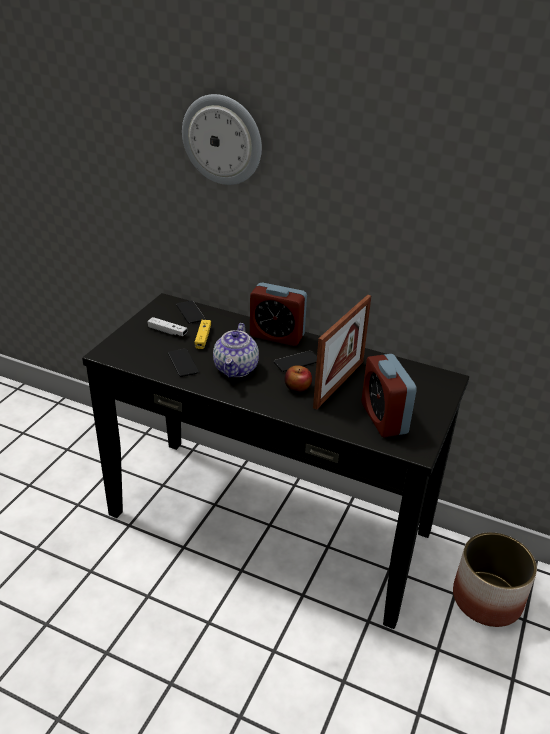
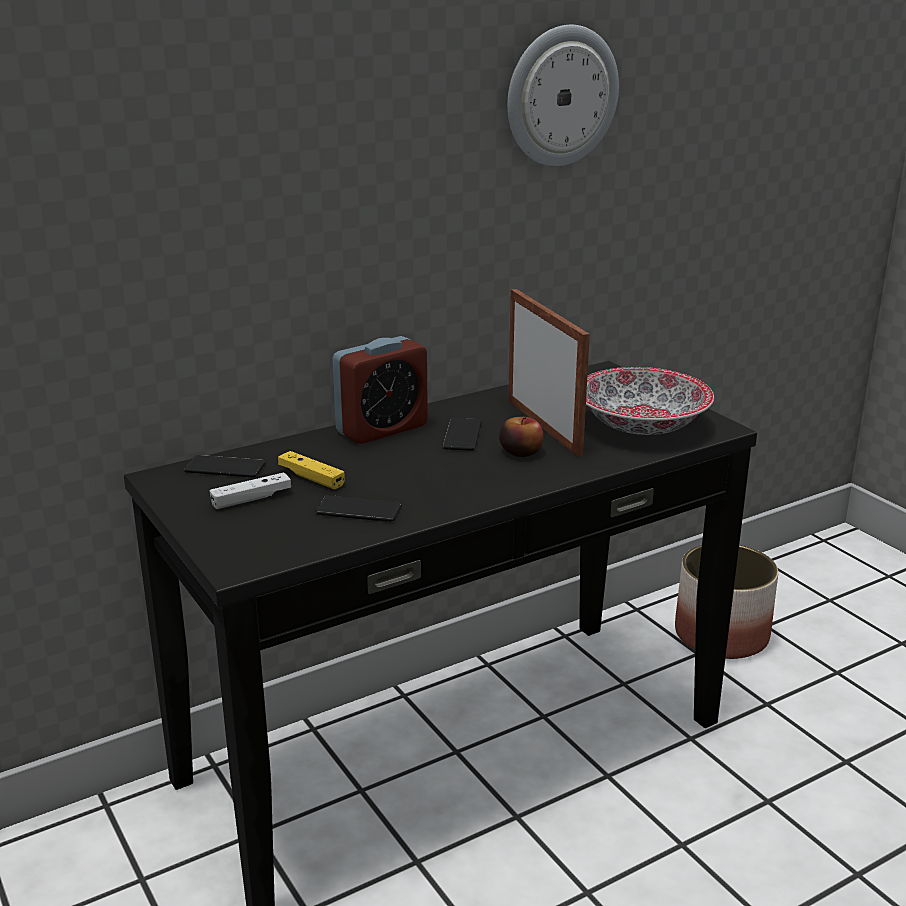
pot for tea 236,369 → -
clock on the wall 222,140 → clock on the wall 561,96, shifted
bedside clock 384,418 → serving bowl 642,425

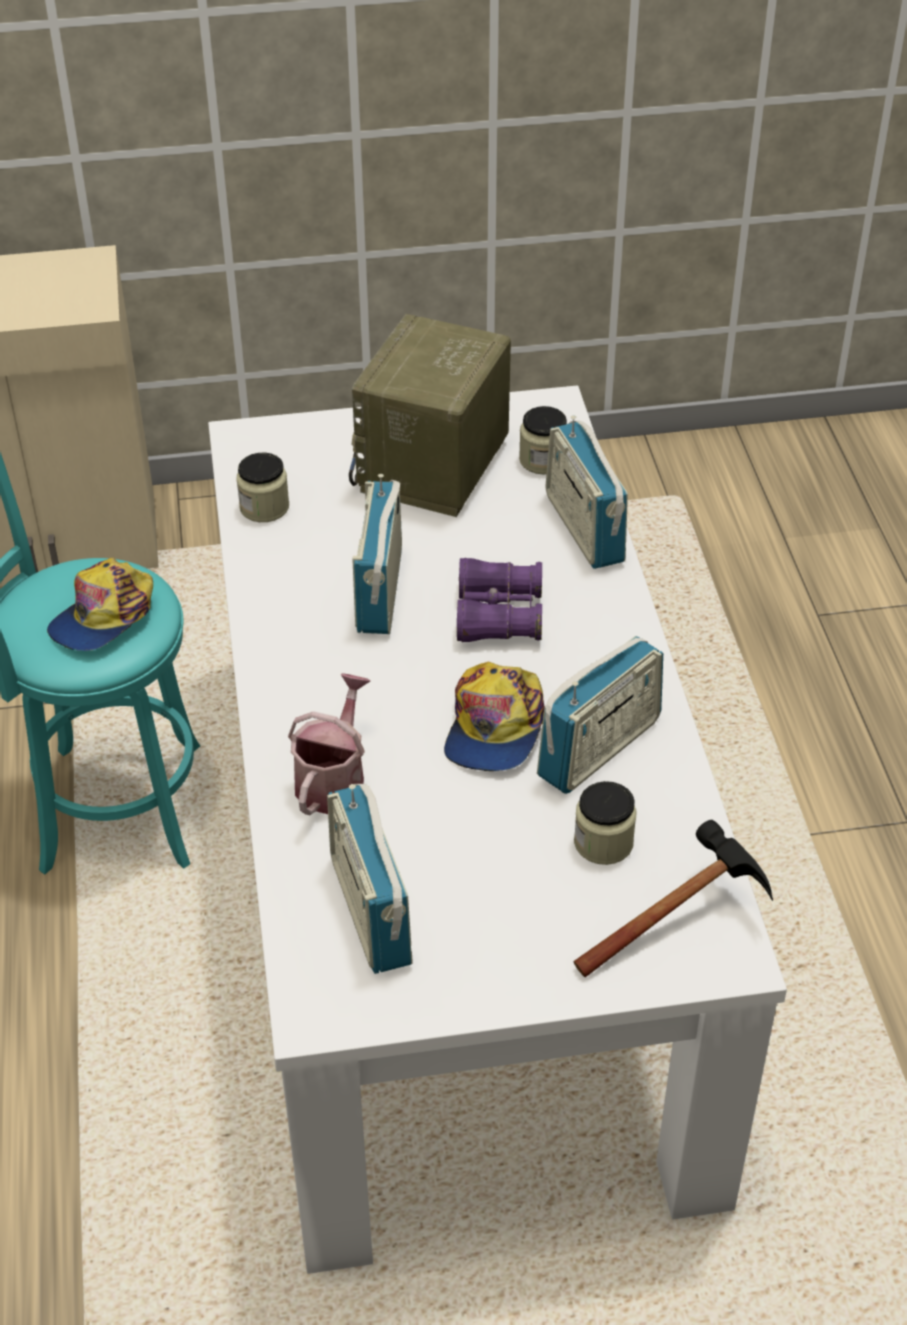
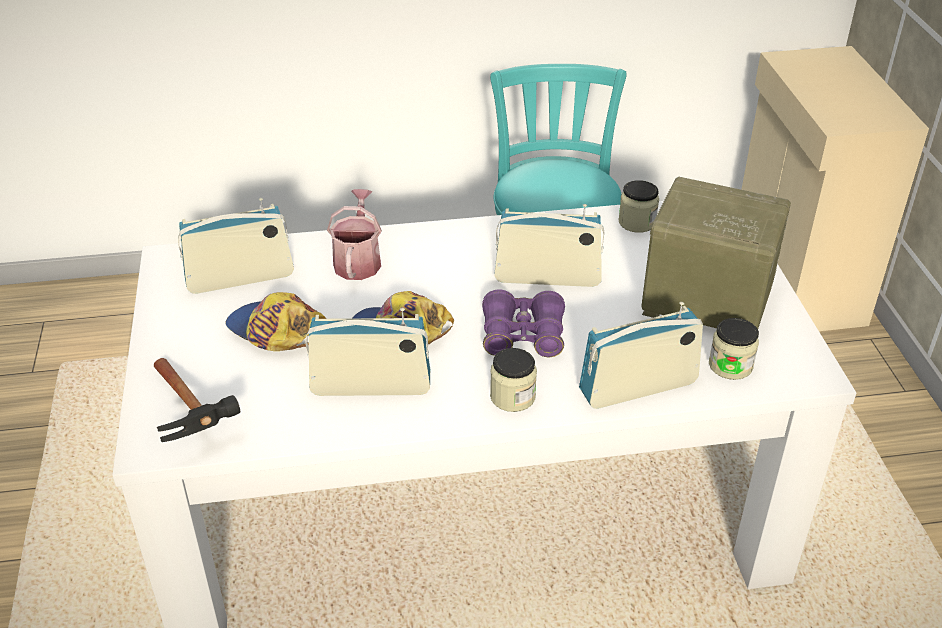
baseball cap 104,616 → baseball cap 276,331, shifted
preserve jar 603,842 → preserve jar 512,397, shifted
watering can 333,778 → watering can 358,260, 105 degrees counterclockwise
radio 599,748 → radio 371,386, 135 degrees clockwise

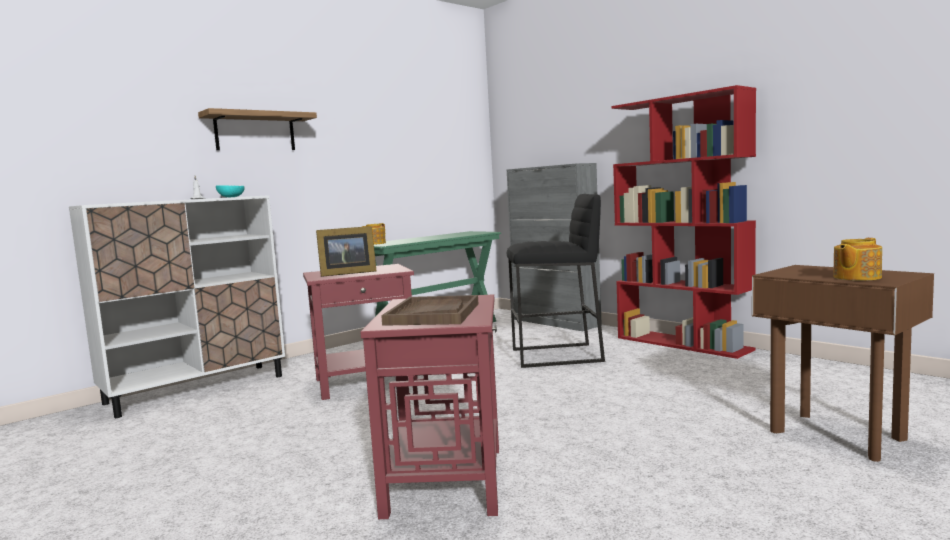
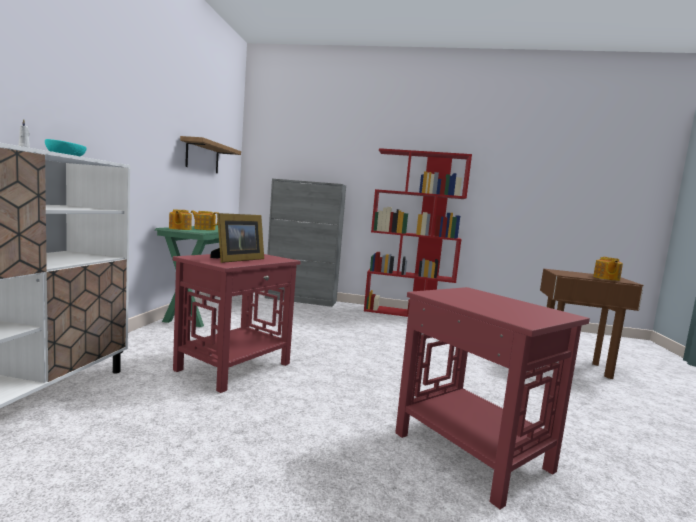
brownish carrying tray 433,314 → -
blackish stool seat 556,356 → -
- → pot for tea 204,229
shelf 255,132 → shelf 202,157, shifted

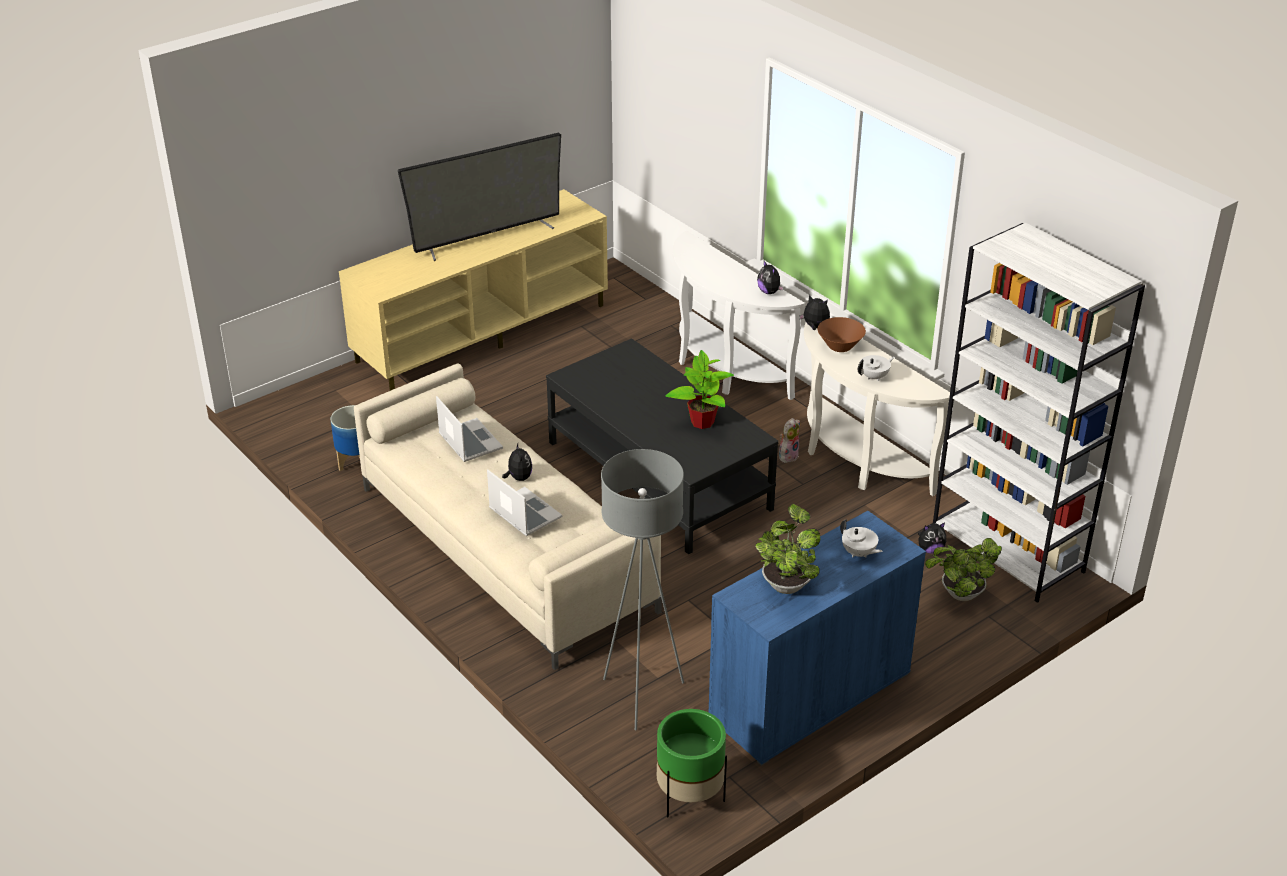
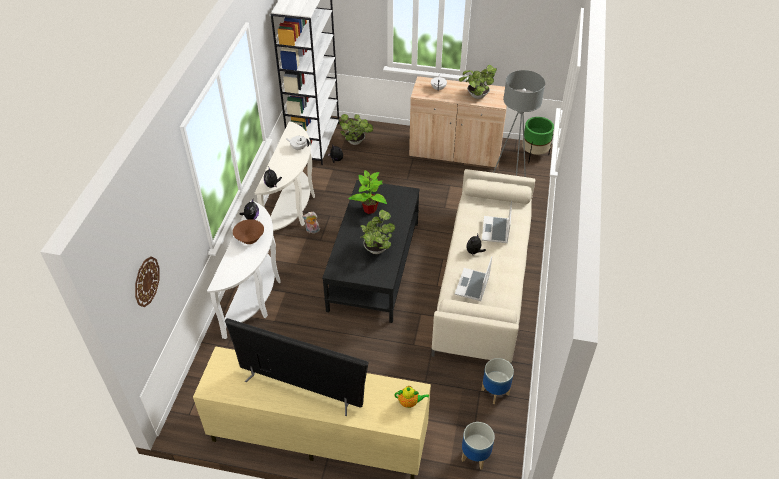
- → clock on the wall 146,281
- → plant in a pot 377,248
- → pot for tea 409,402
- → flower pot 474,456
brownish serving bowl 840,346 → brownish serving bowl 250,239, shifted
bluish cabinet 809,696 → sand-coloured cabinet 455,152

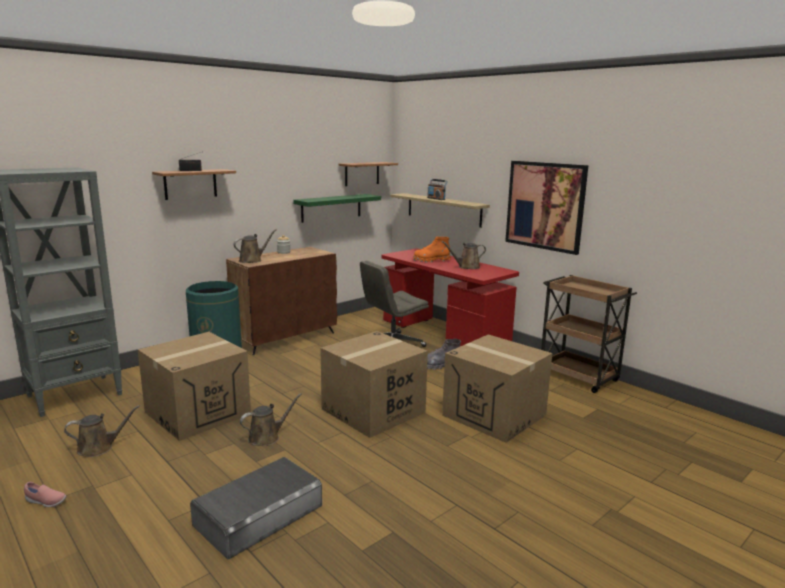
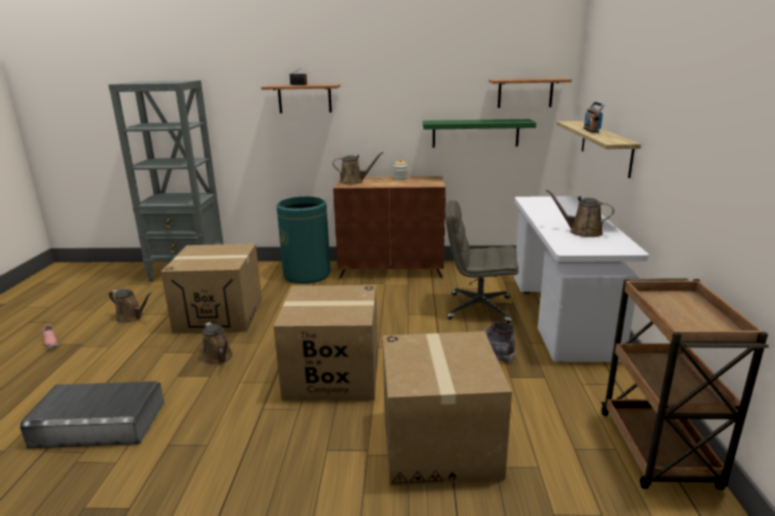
orangey boot 431,260 → -
picture 545,206 → -
red desk 443,333 → whitish desk 561,315
brownish watering can 267,437 → brownish watering can 219,358, 45 degrees clockwise

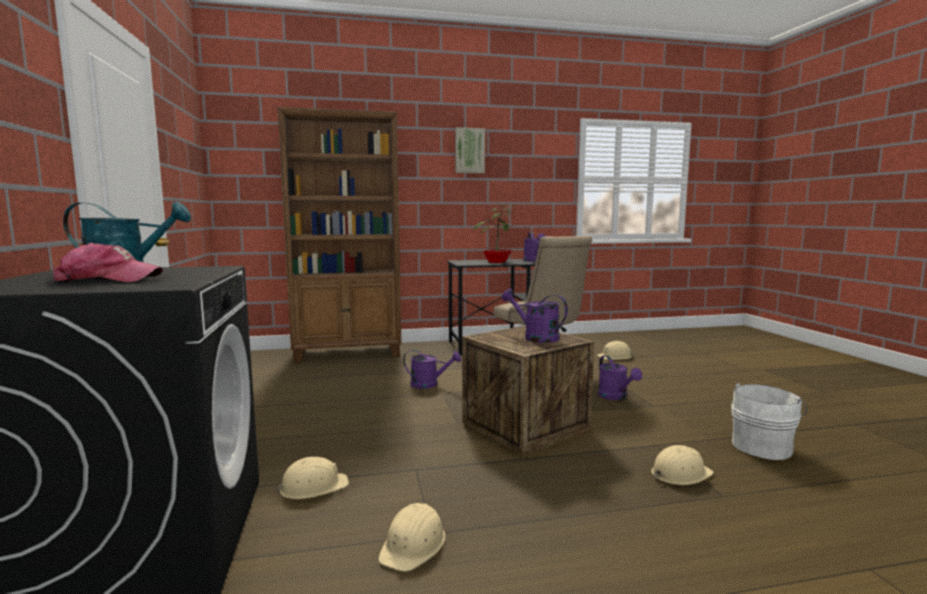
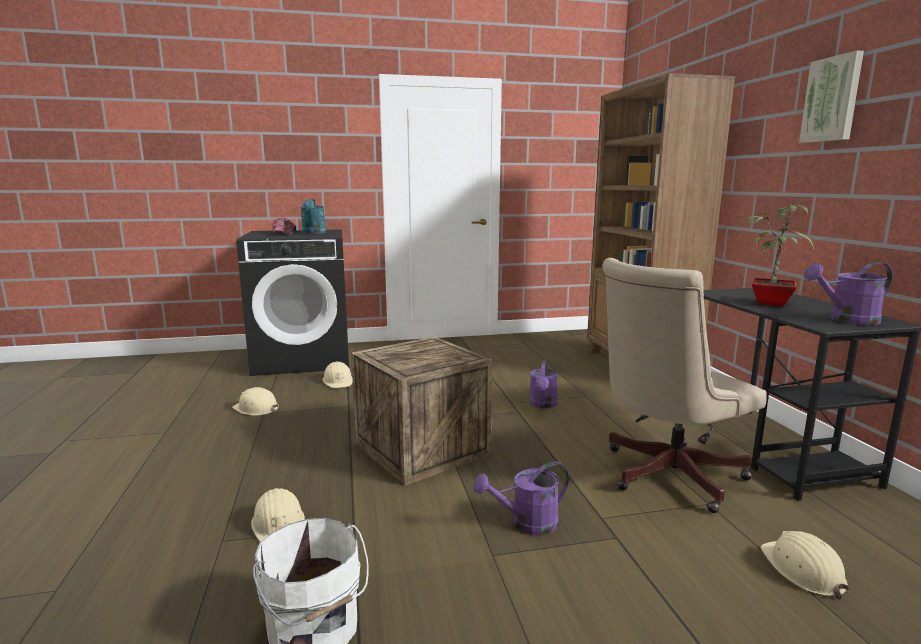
purple-coloured watering can 535,337 → -

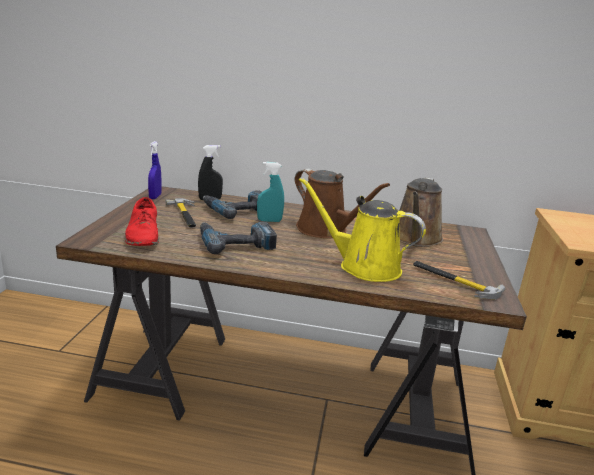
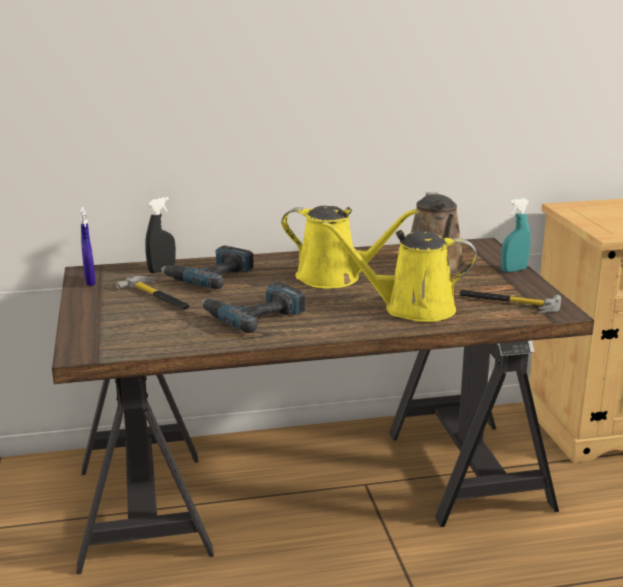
red item of footwear 143,235 → -
blue-green spray bottle 269,221 → blue-green spray bottle 513,270, shifted
brownish watering can 325,230 → yellow watering can 334,278

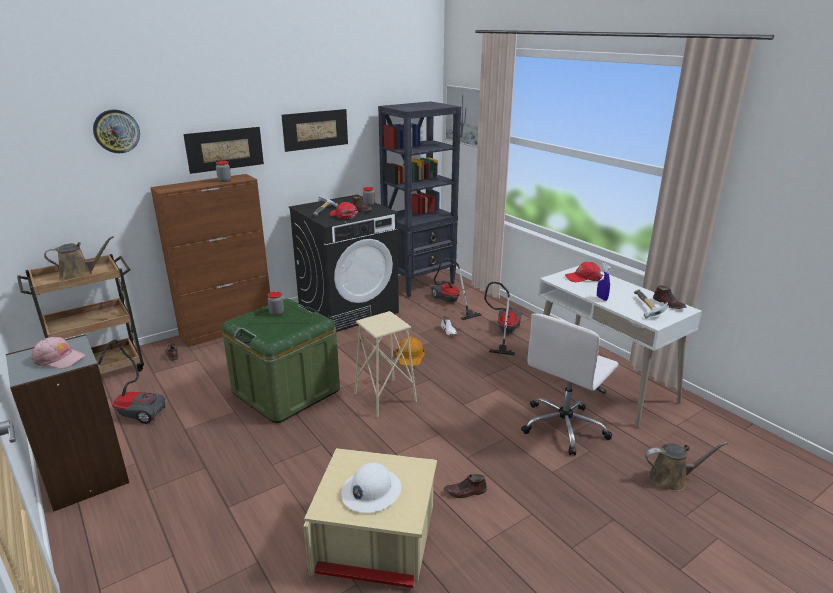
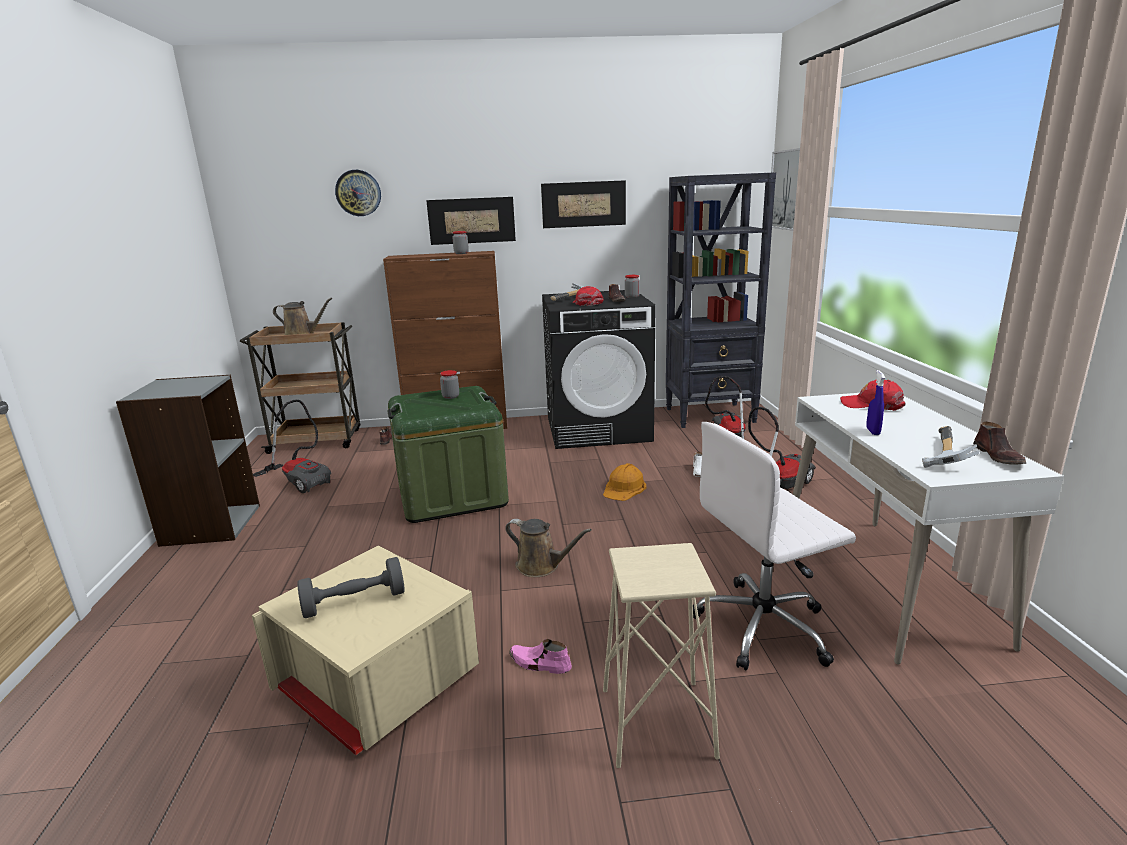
pink-coloured baseball cap 59,359 → -
sand-coloured stool seat 385,397 → sand-coloured stool seat 658,722, shifted
brownish watering can 671,478 → brownish watering can 541,566, shifted
whitish work helmet 371,492 → gray hand weight 354,602
brownish item of footwear 465,492 → pink-coloured item of footwear 539,664

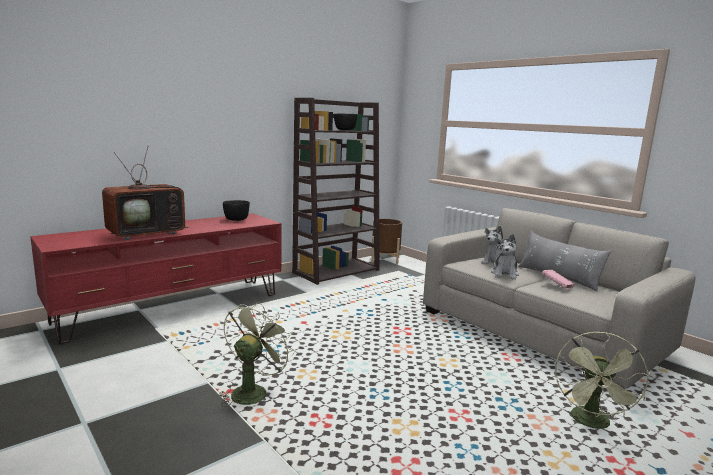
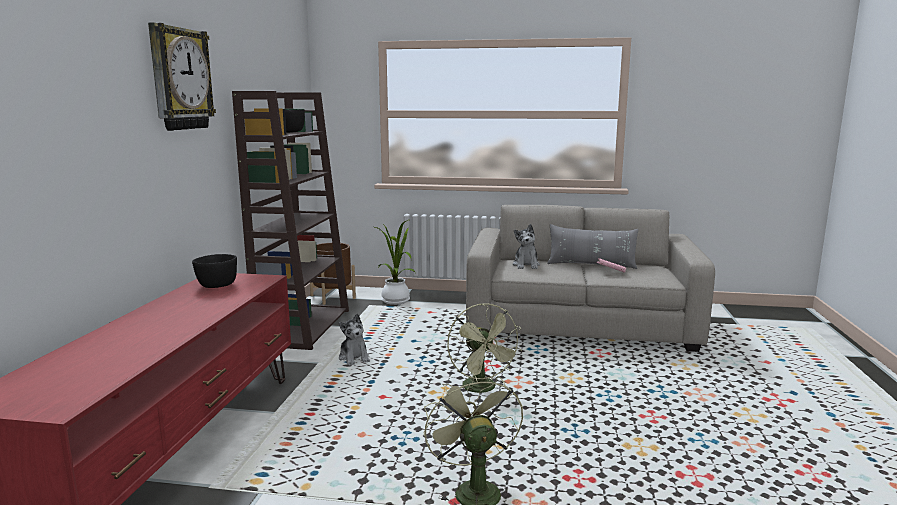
TV 147,233 → -
- → clock on the wall 179,79
- → plant in a pot 396,301
plush toy 505,274 → plush toy 354,358, shifted
greenish electric fan 592,424 → greenish electric fan 483,389, shifted

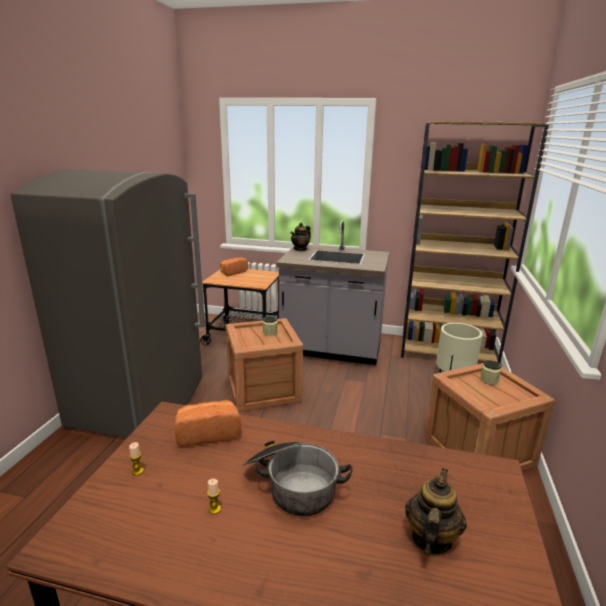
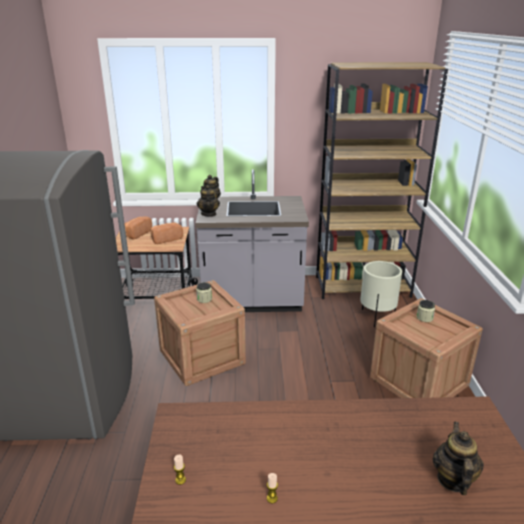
saucepot 292,486 → -
- → pot for tea 209,214
baked bread 208,433 → baked bread 166,239, shifted

